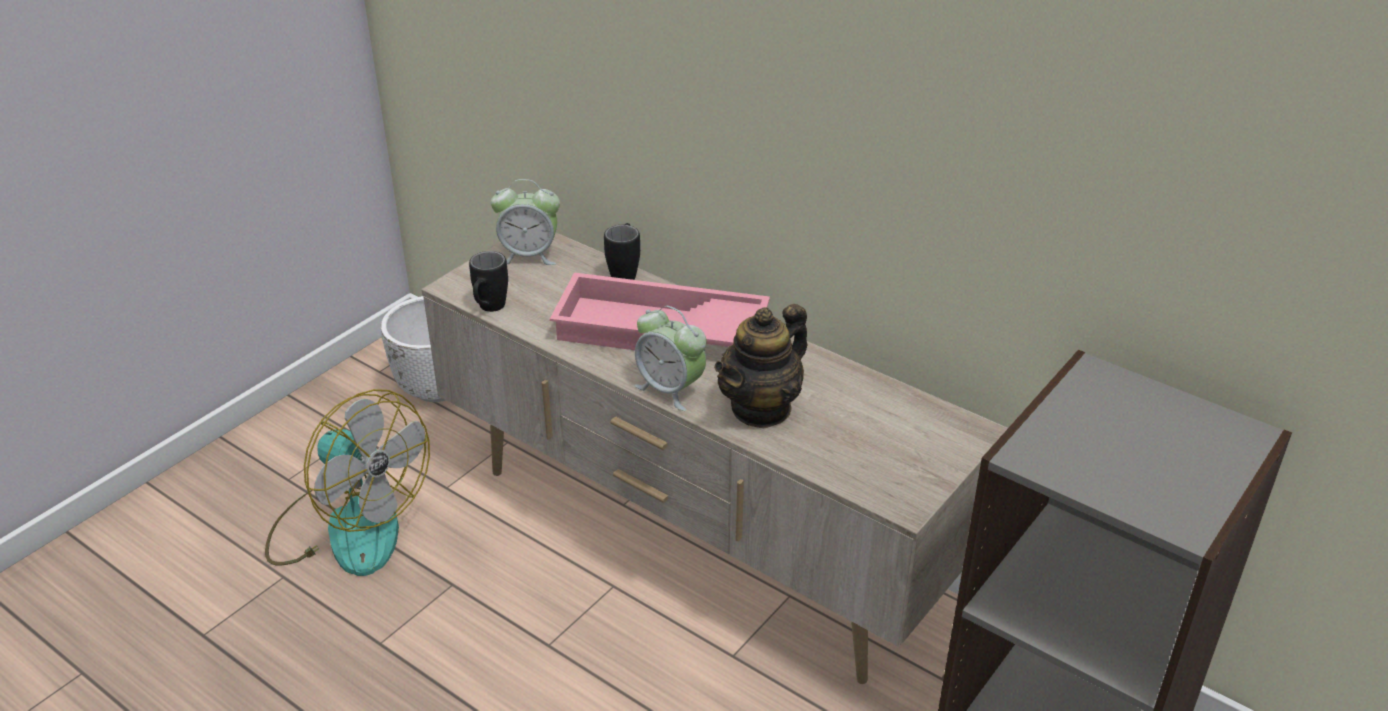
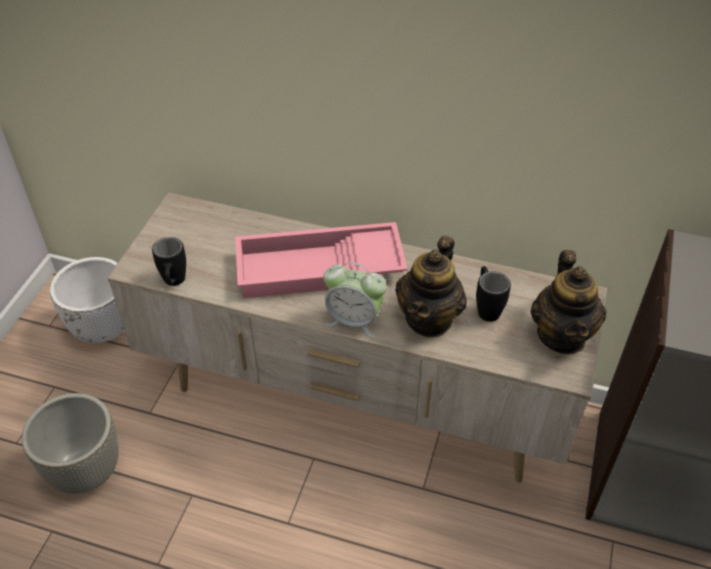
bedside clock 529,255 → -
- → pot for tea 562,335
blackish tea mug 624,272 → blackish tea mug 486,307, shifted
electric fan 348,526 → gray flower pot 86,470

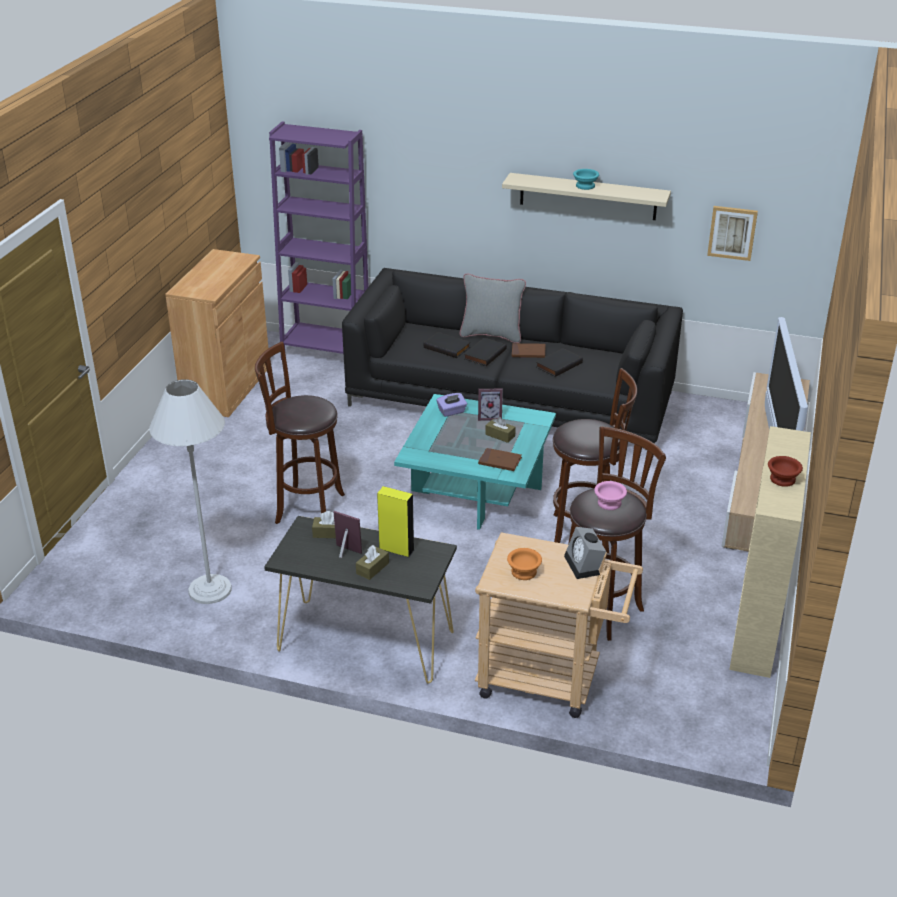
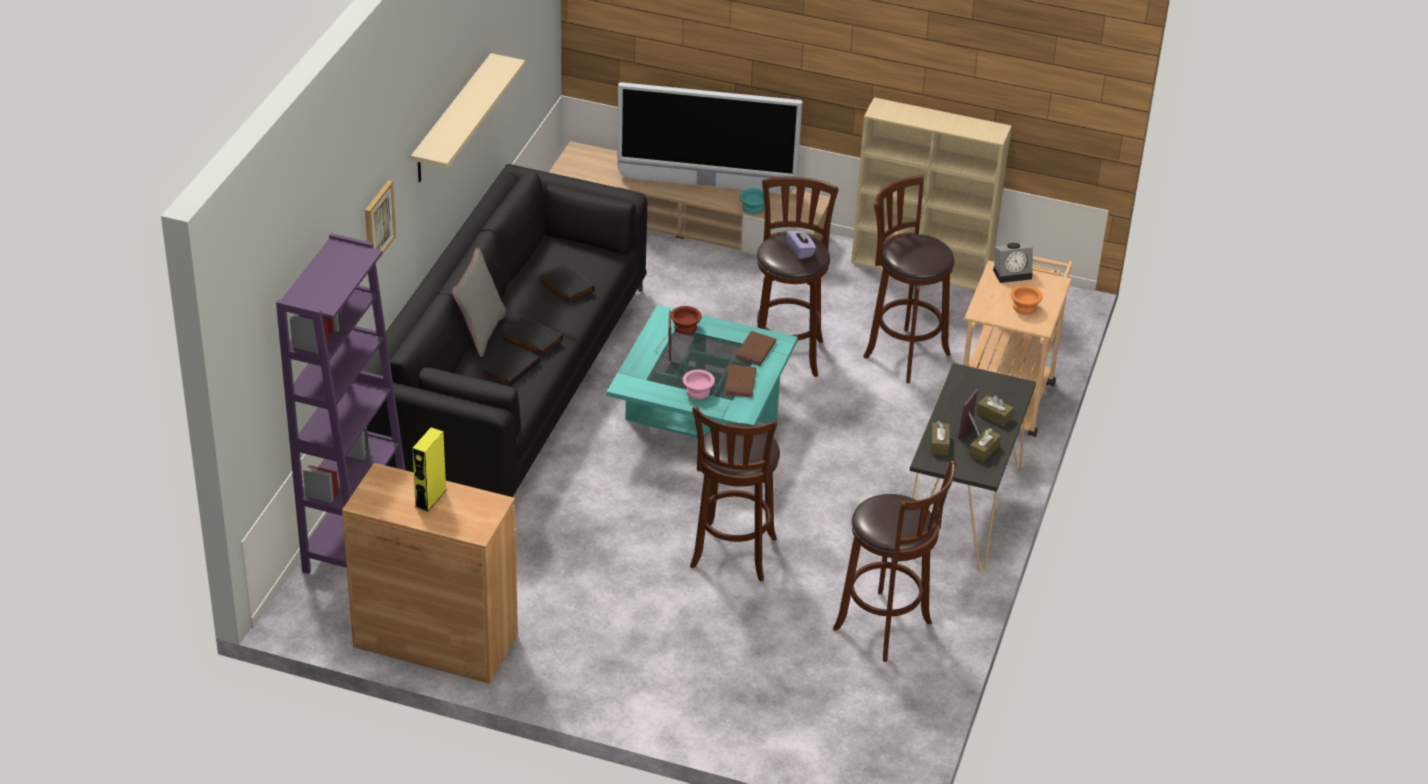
yellow speaker 396,549 → yellow speaker 430,498, shifted
purple-coloured box of tissues 452,412 → purple-coloured box of tissues 800,251, shifted
brownish box of tissues 500,435 → brownish box of tissues 983,450, shifted
brownish book 528,352 → brownish book 740,383, shifted
blue-green serving bowl 585,185 → blue-green serving bowl 752,208, shifted
pink-coloured serving bowl 608,503 → pink-coloured serving bowl 698,392, shifted
picture 732,232 → picture 378,222, shifted
brownish serving bowl 782,479 → brownish serving bowl 684,328, shifted
whitish floor lamp 210,590 → brownish stool seat 886,628

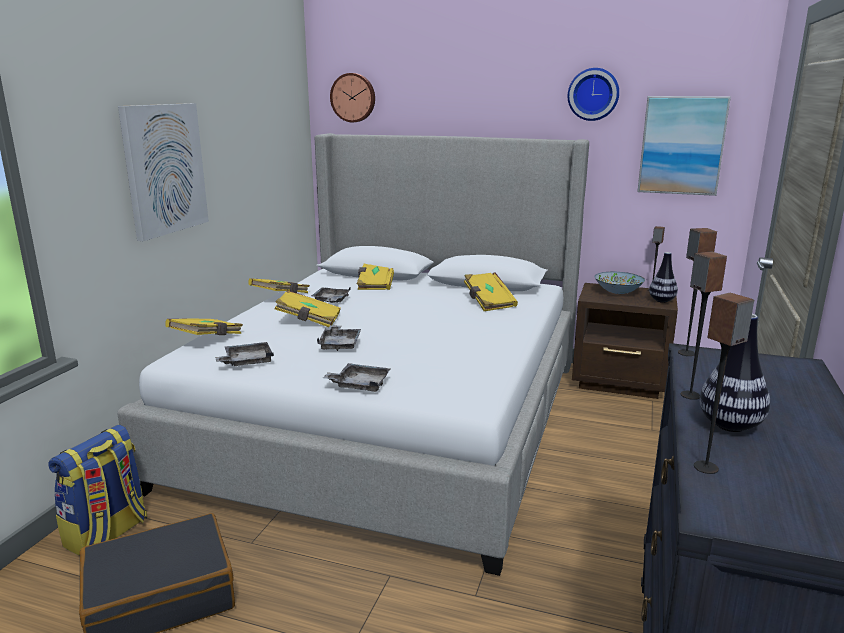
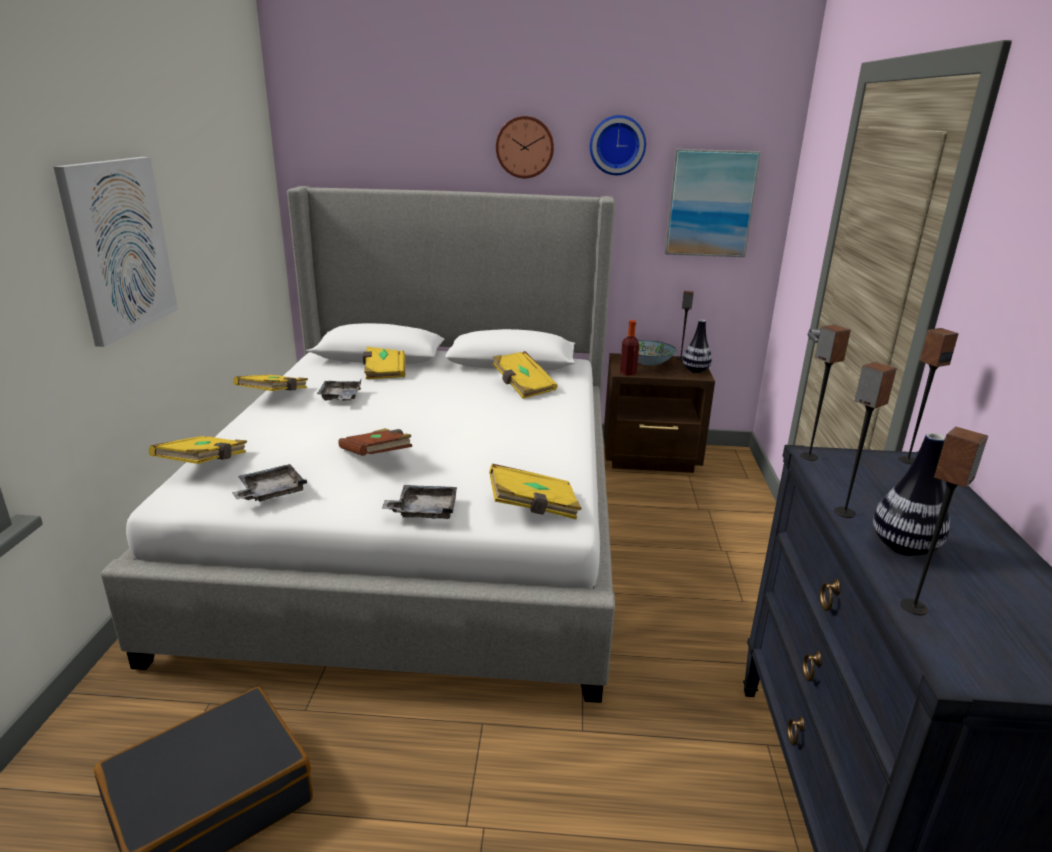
knapsack 107,534 → -
- → drink bottle 628,373
- → speaker 907,460
yellow book 309,321 → yellow book 533,508, shifted
clock on the wall 353,97 → clock on the wall 525,147, shifted
gray carrying tray 340,344 → brownish book 377,457

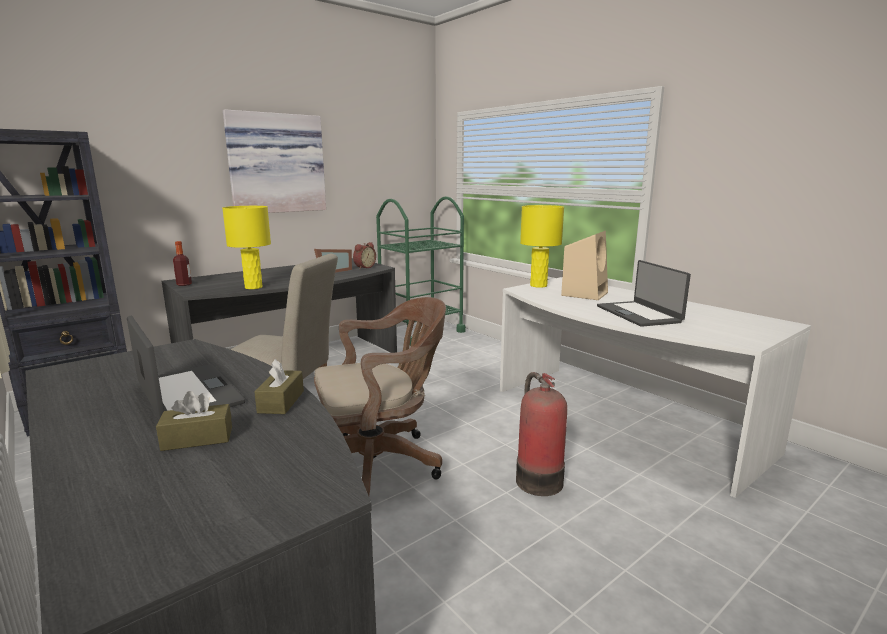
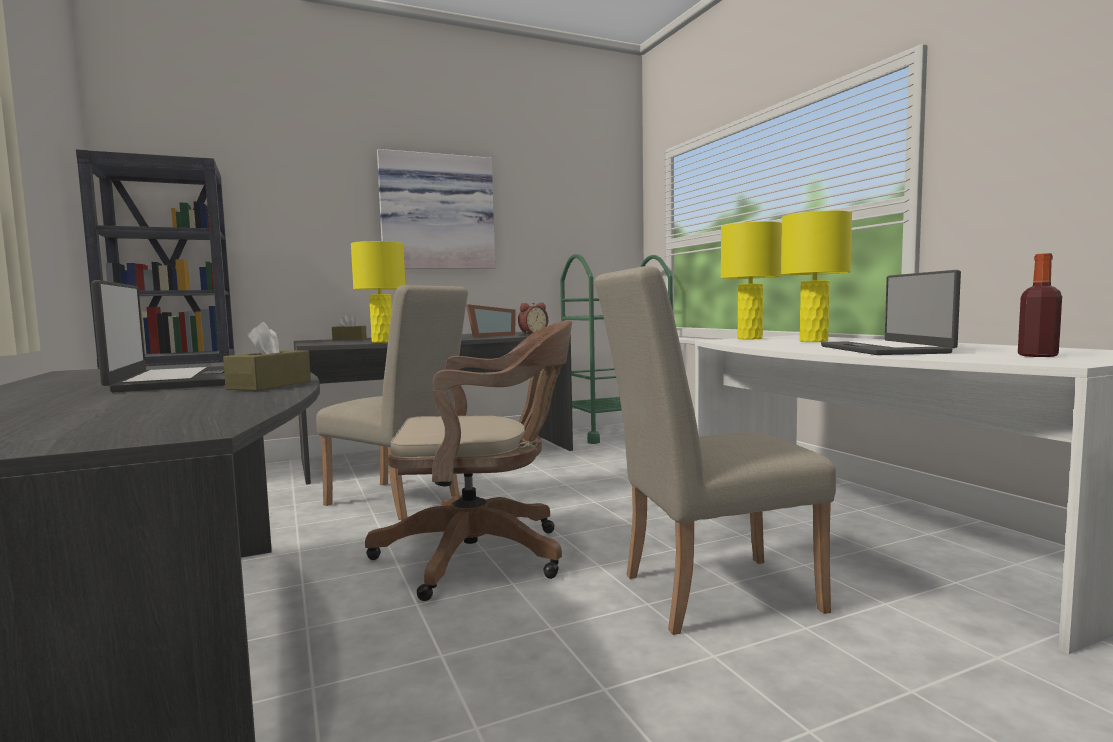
brownish box of tissues 197,438 → brownish box of tissues 349,339, shifted
drink bottle 184,284 → drink bottle 1037,356, shifted
fire-fighting cylinder 537,479 → sand-coloured plain chair 705,593
sand-coloured speaker 584,293 → yellow table lamp 813,341

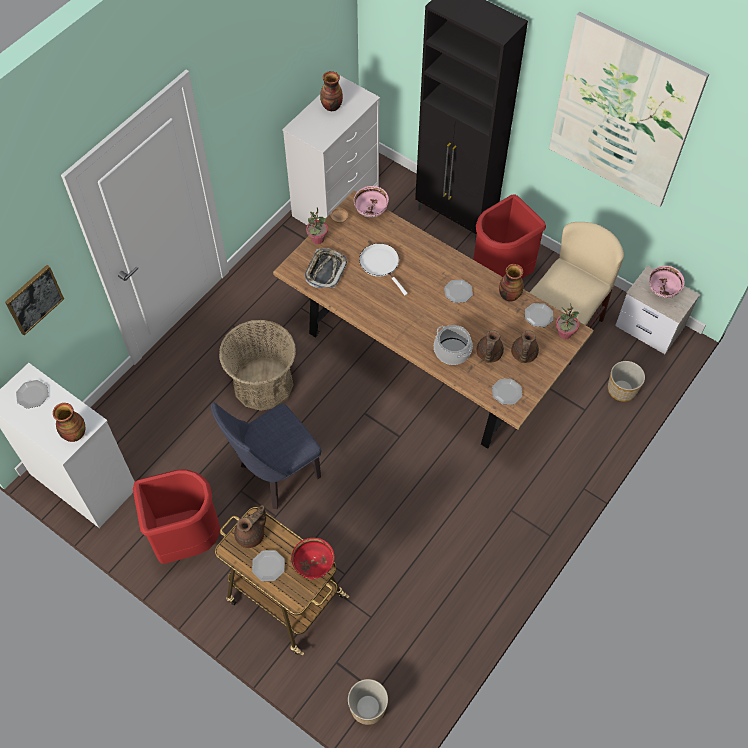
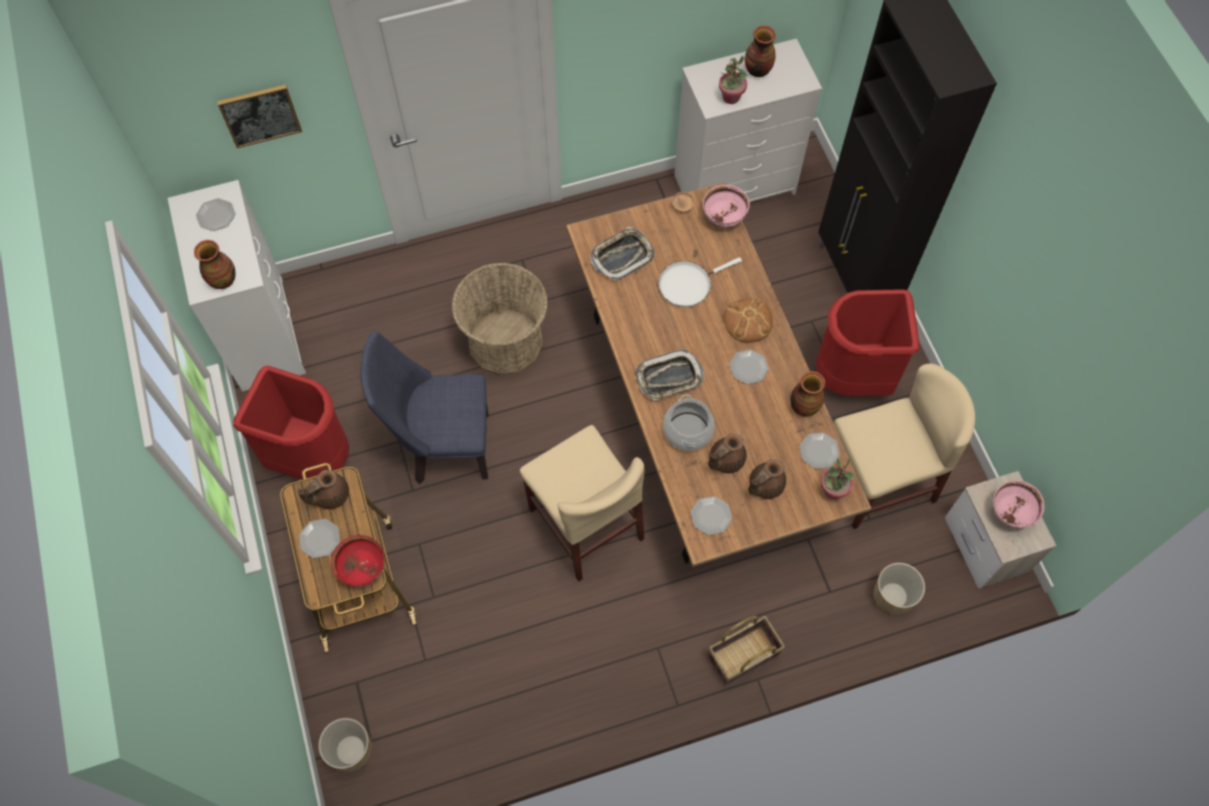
picture 623,113 → -
- → sand-coloured plain chair 585,523
- → carrying tray 669,378
- → storage basket 743,657
- → baked bread 748,321
plant in a pot 317,239 → plant in a pot 730,97, shifted
brownish pot for tea 251,535 → brownish pot for tea 329,495, 150 degrees clockwise
whitish frying pan 381,264 → whitish frying pan 687,284, 120 degrees counterclockwise

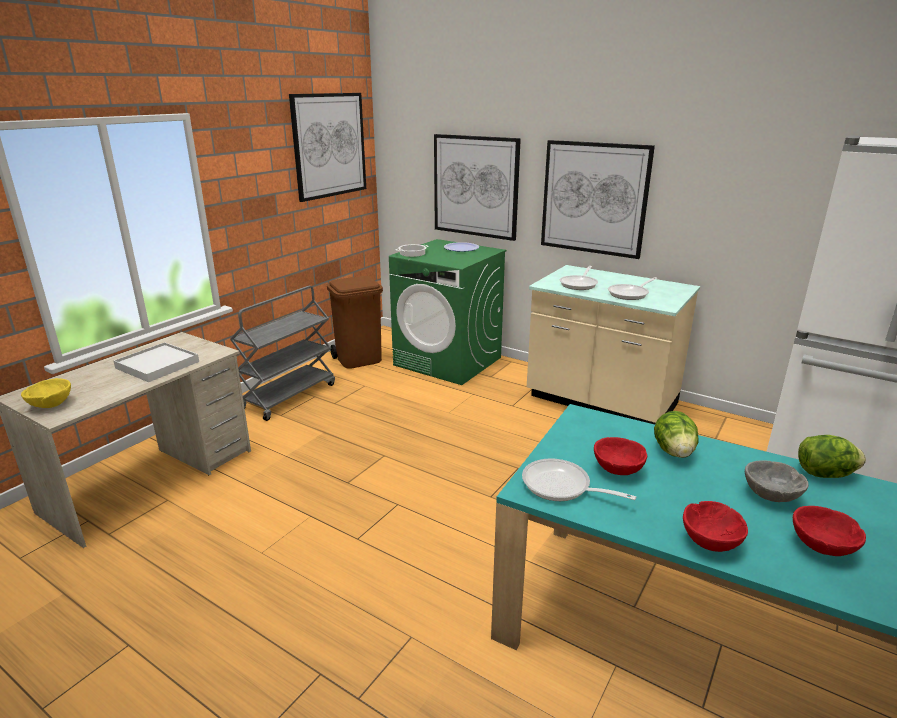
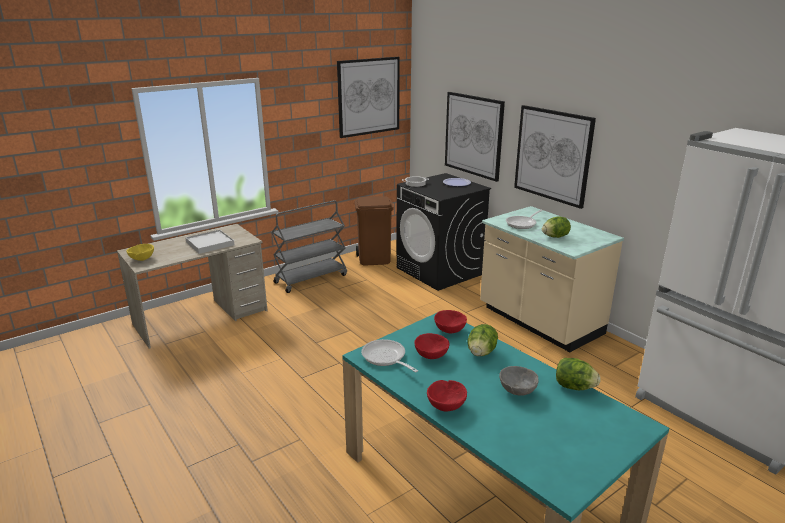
red serving bowl 822,547 → red serving bowl 450,331, shifted
frying pan 630,294 → lettuce 555,237
greenish laundry machine 448,361 → blackish laundry machine 440,271

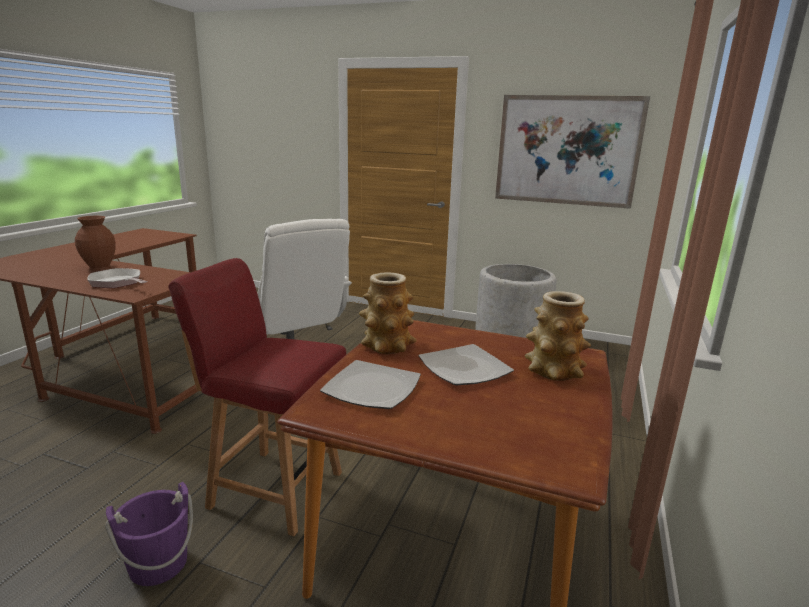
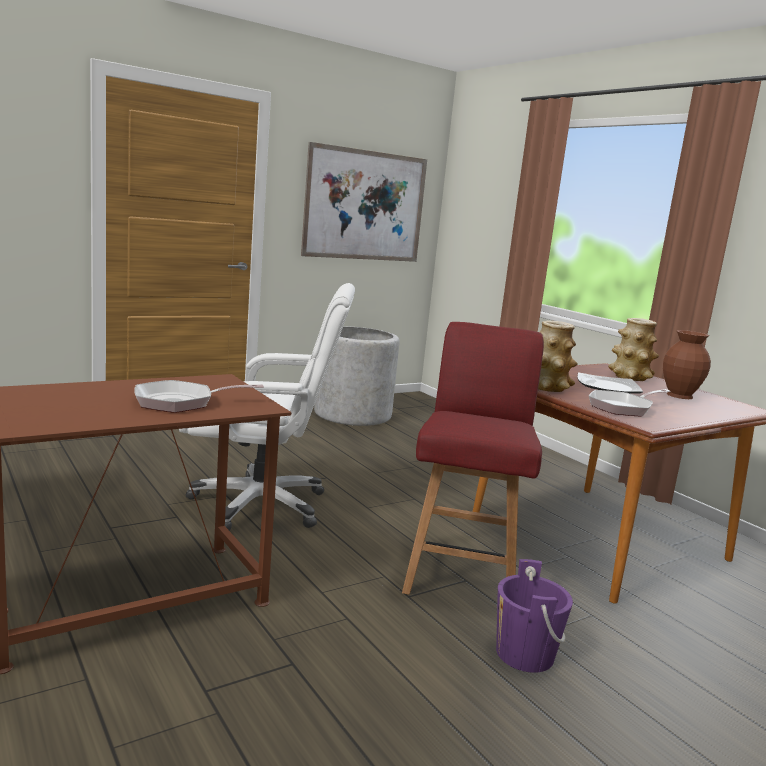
brownish decorative vase 100,268 → brownish decorative vase 678,395, shifted
dinner plate 372,389 → frying pan 623,408
red plain chair 274,488 → red plain chair 462,574, 135 degrees clockwise

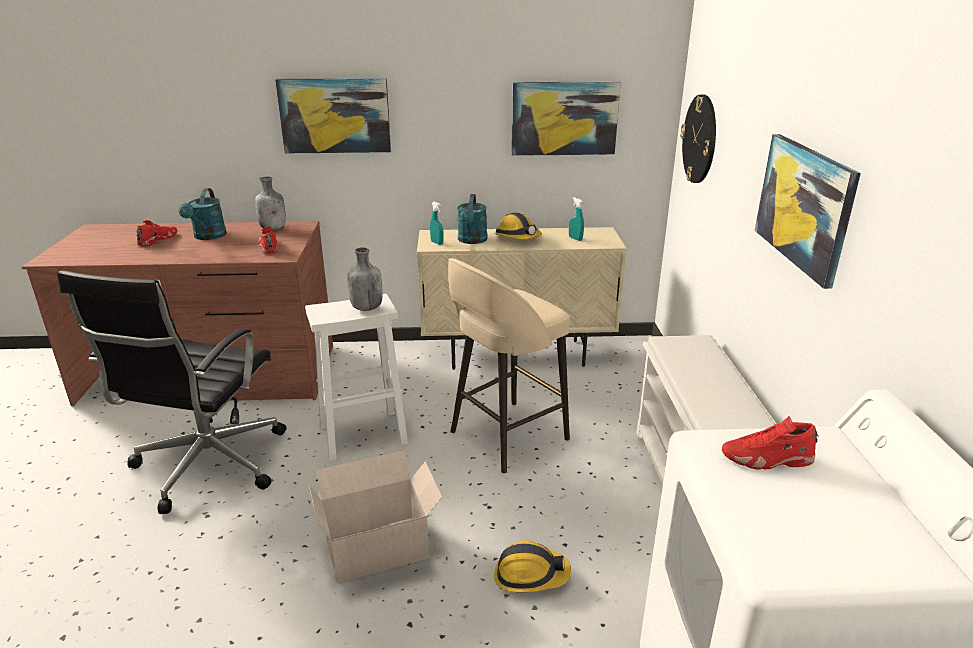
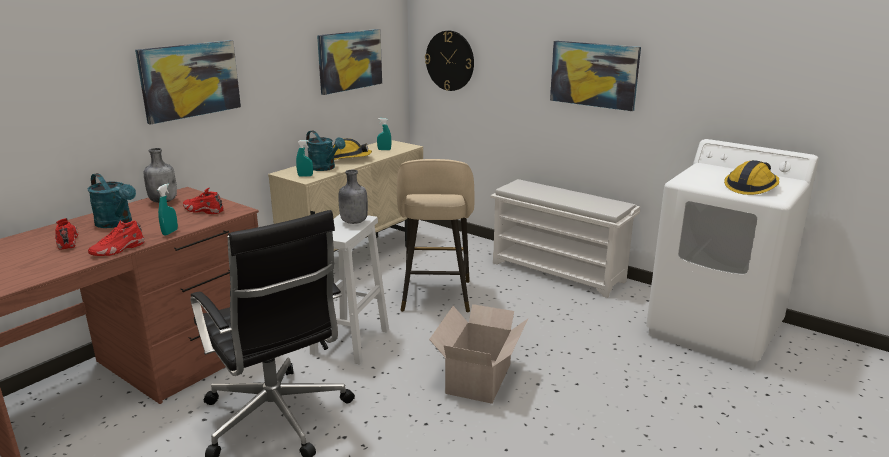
- → blue-green spray bottle 170,232
work helmet 530,575 → work helmet 751,187, shifted
red item of footwear 767,459 → red item of footwear 118,249, shifted

